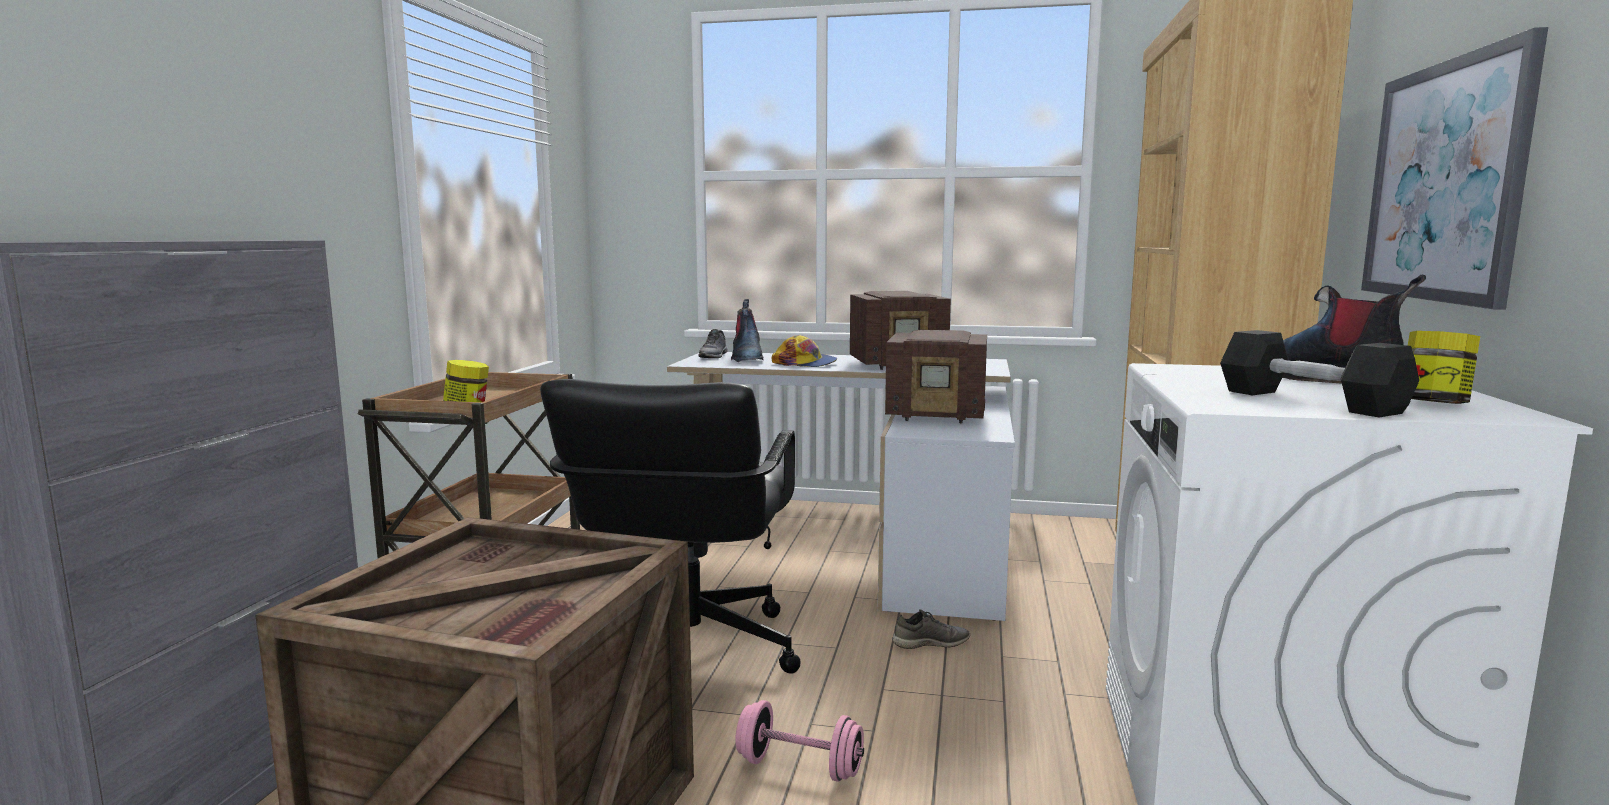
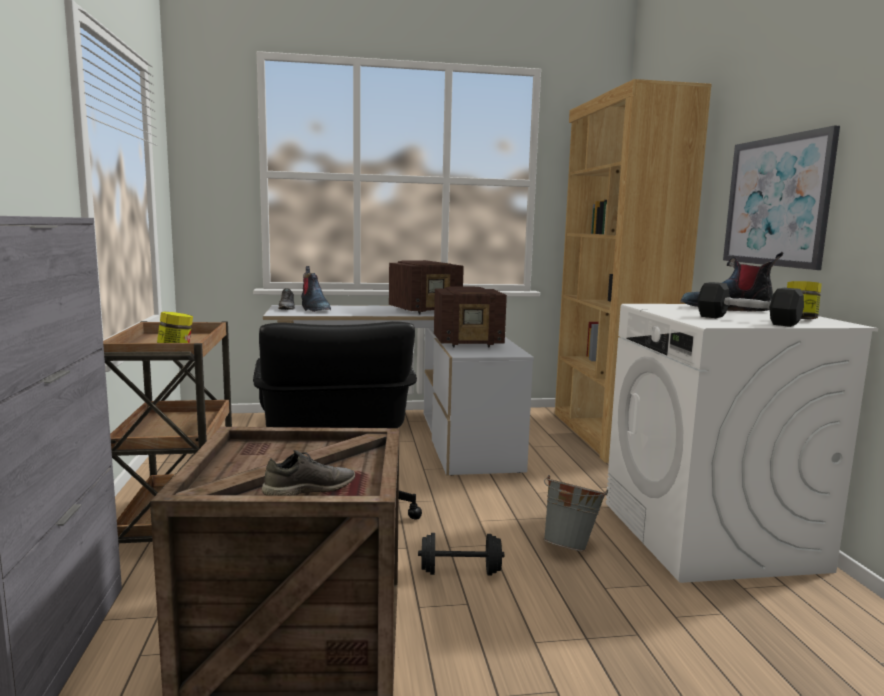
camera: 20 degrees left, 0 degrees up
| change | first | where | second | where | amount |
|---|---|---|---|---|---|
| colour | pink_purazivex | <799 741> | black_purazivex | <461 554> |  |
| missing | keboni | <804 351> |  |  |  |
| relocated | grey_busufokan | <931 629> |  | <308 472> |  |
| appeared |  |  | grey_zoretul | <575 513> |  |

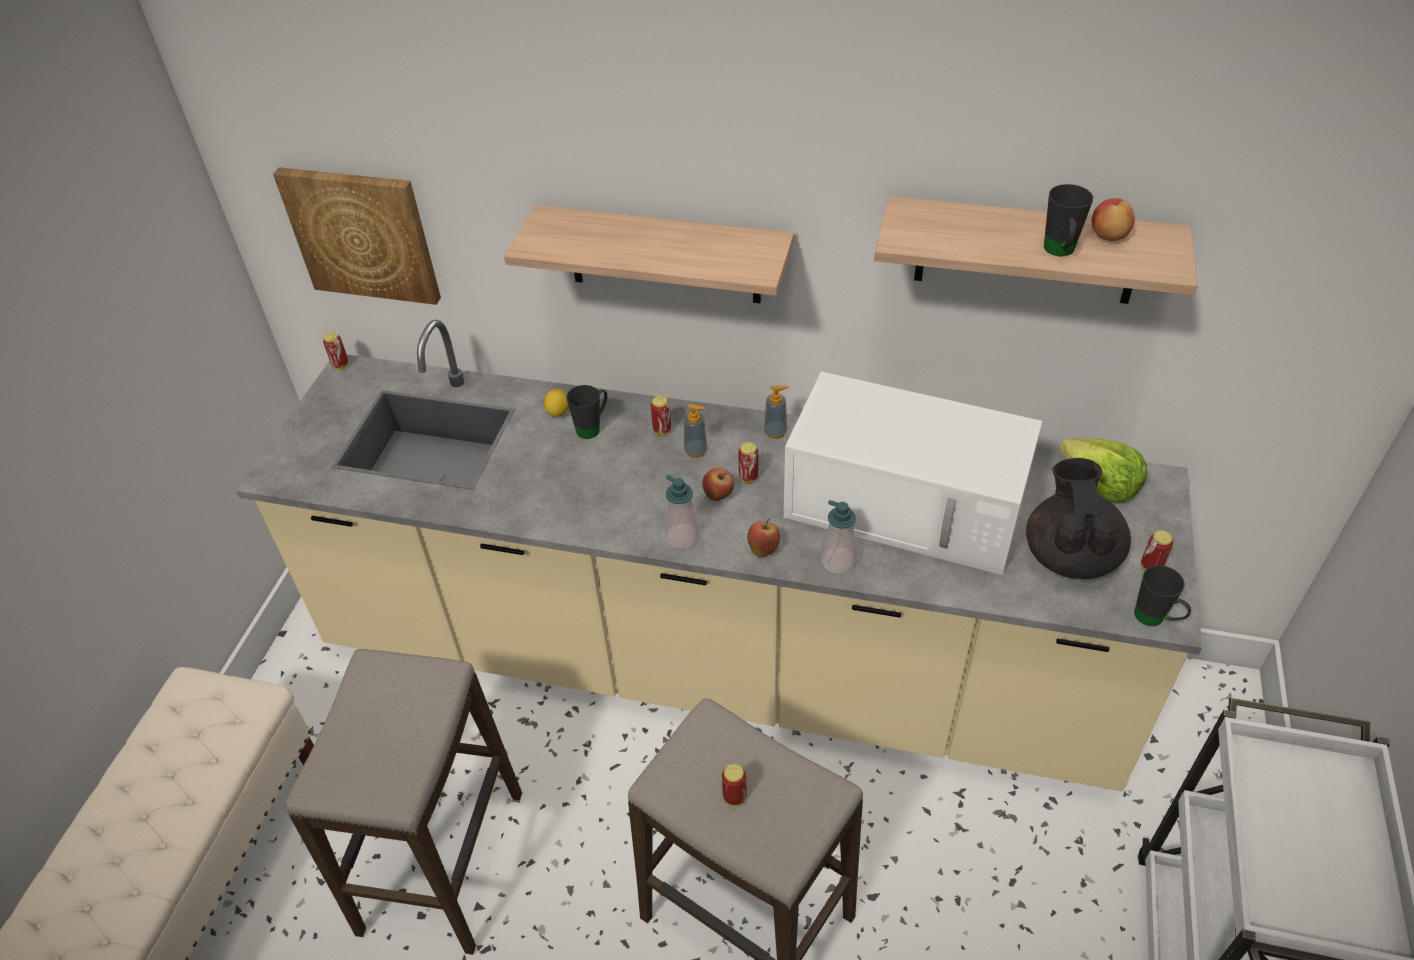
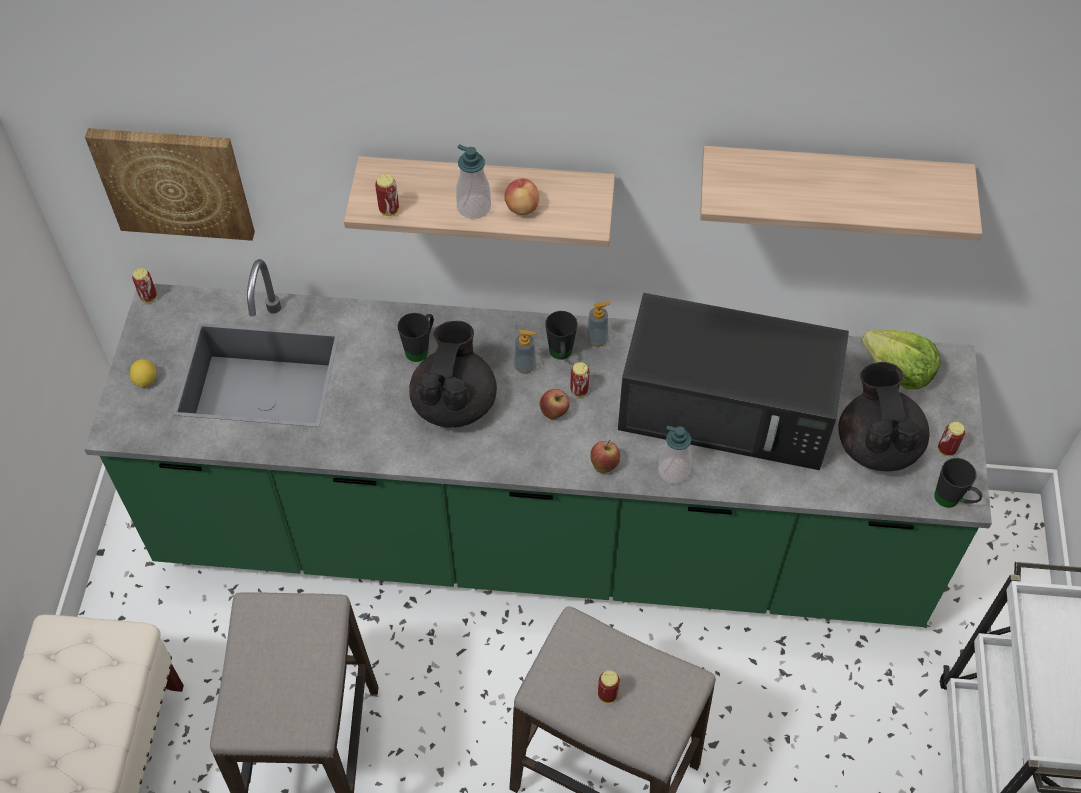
camera: 10 degrees left, 10 degrees up
| change | first | where | second | where | amount |
|---|---|---|---|---|---|
| colour | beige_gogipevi | <719 555> | green_gogipevi | <538 443> |  |
| relocated | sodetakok | <556 403> |  | <143 373> |  |
| relocated | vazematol | <661 415> |  | <387 195> |  |
| relocated | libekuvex | <682 512> |  | <473 181> |  |
| colour | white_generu | <913 473> | black_generu | <733 381> |  |
| relocated | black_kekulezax | <1068 220> |  | <561 335> |  |
| relocated | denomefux | <1113 219> |  | <521 196> |  |
| appeared |  |  | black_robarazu | <453 374> |  |

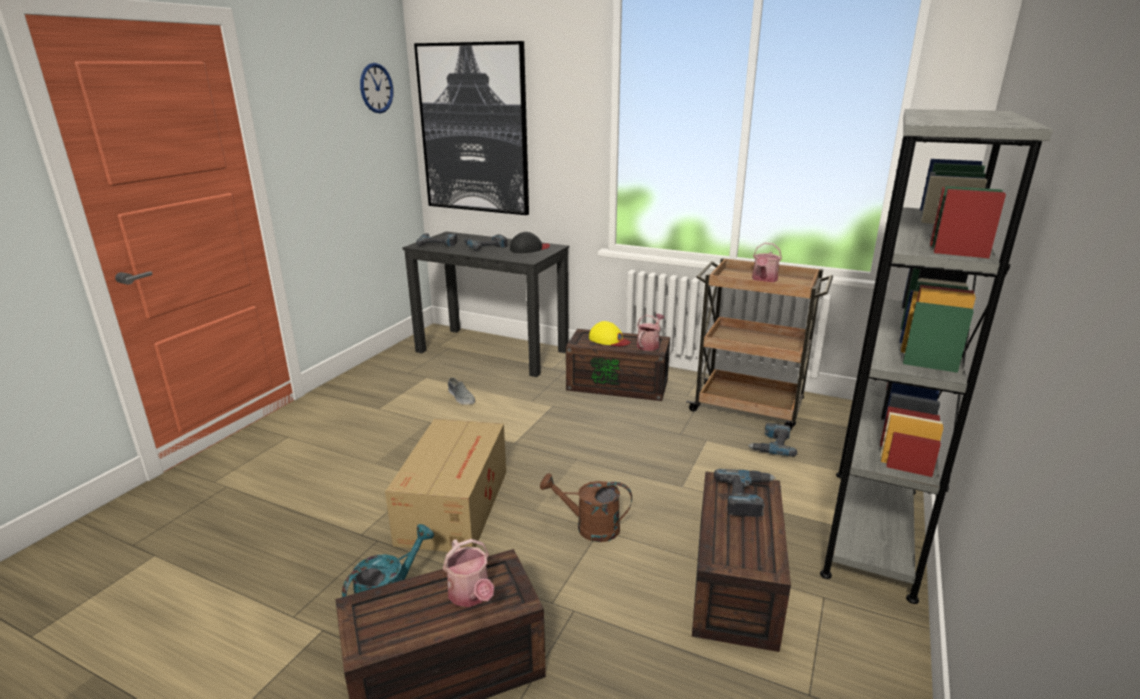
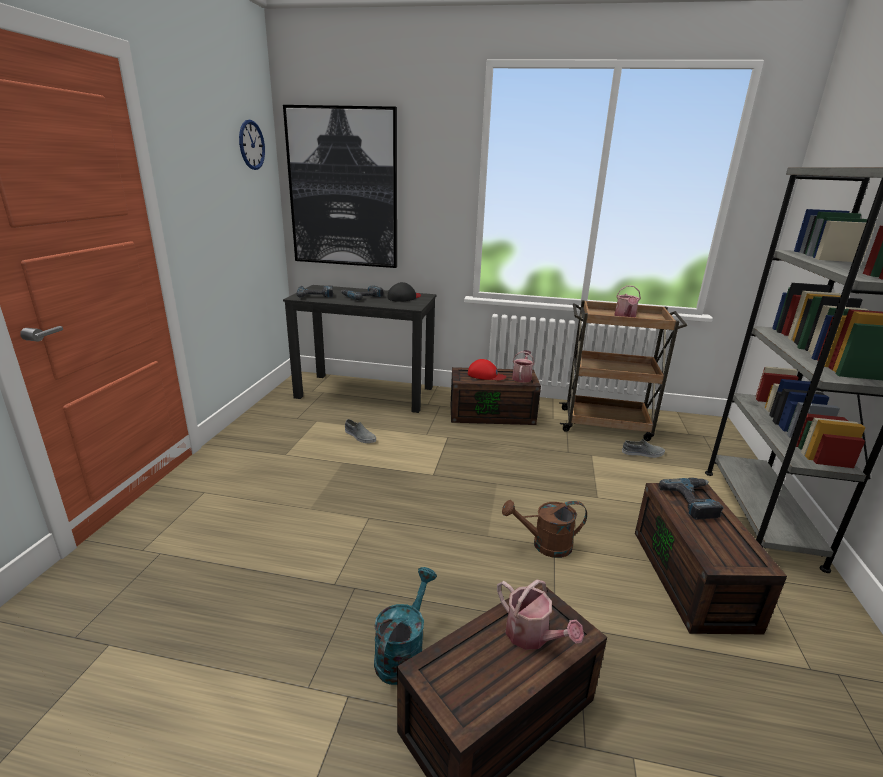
camera: 15 degrees left, 0 degrees up
| change | first | where | second | where | amount |
|---|---|---|---|---|---|
| missing | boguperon | <445 485> |  |  |  |
| colour | yellow_keboni | <610 333> | red_keboni | <487 369> |  |
| exchanged | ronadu | <772 440> | grey_busufokan | <643 448> |  |

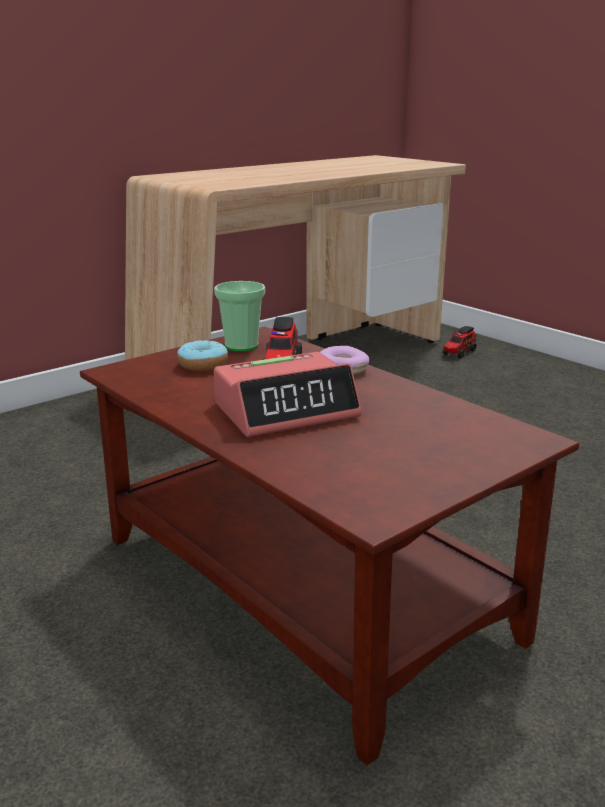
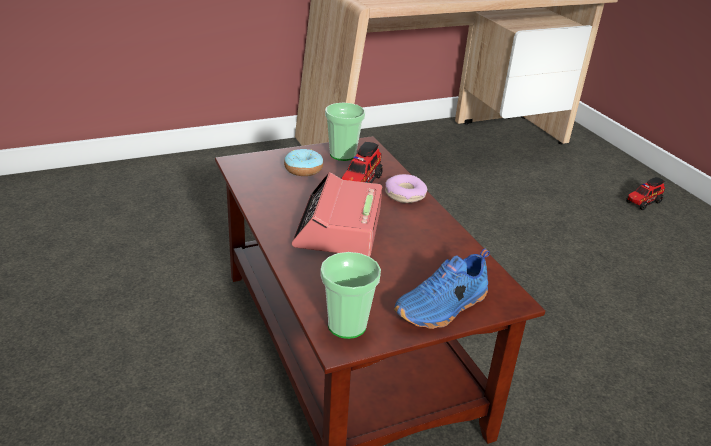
camera: 15 degrees right, 10 degrees up
| change | first | where | second | where | amount |
|---|---|---|---|---|---|
| spun | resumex | <288 394> |  | <337 214> | 105 degrees clockwise |
| relocated | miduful | <460 342> |  | <645 193> |  |
| appeared |  |  | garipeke | <350 295> |  |
| appeared |  |  | blue_busufokan | <442 289> |  |

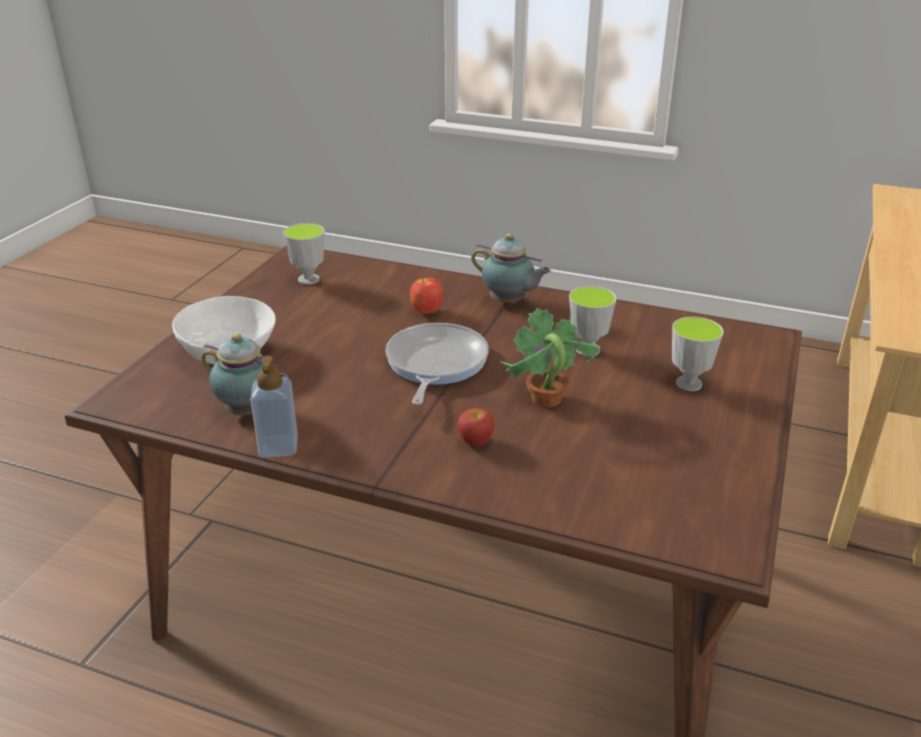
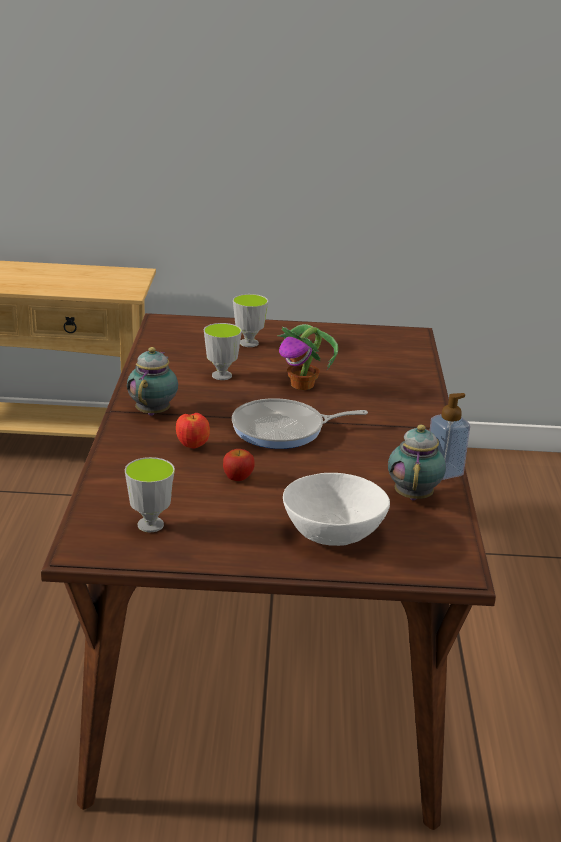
camera: 110 degrees left, 5 degrees down
| change | first | where | second | where | amount |
|---|---|---|---|---|---|
| relocated | denomefux | <476 427> |  | <239 465> |  |

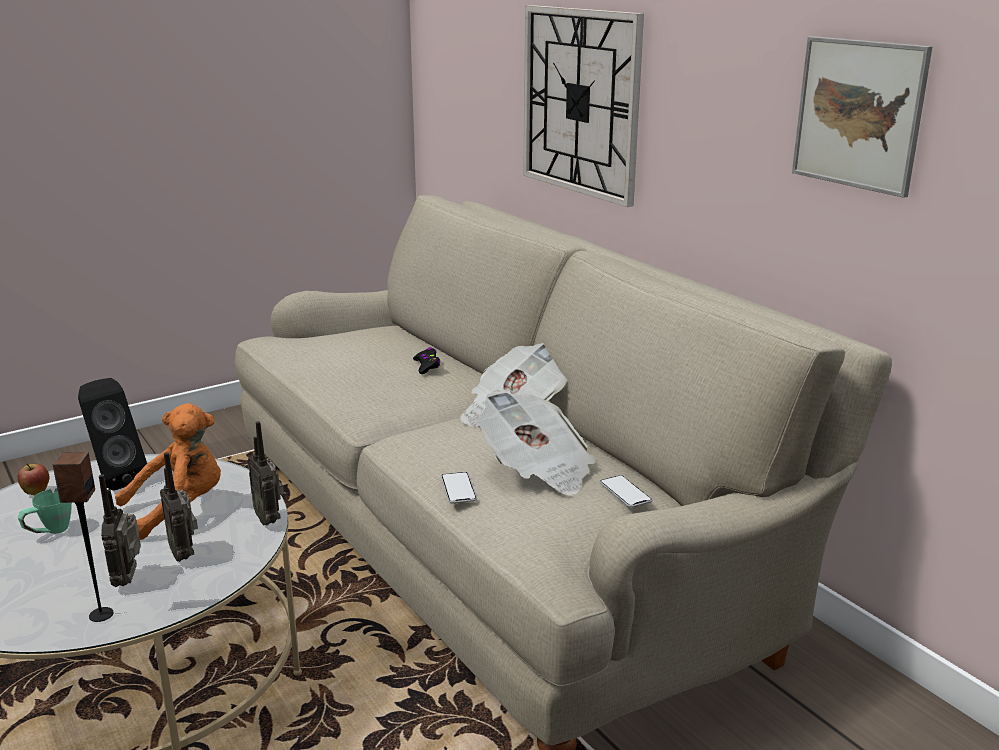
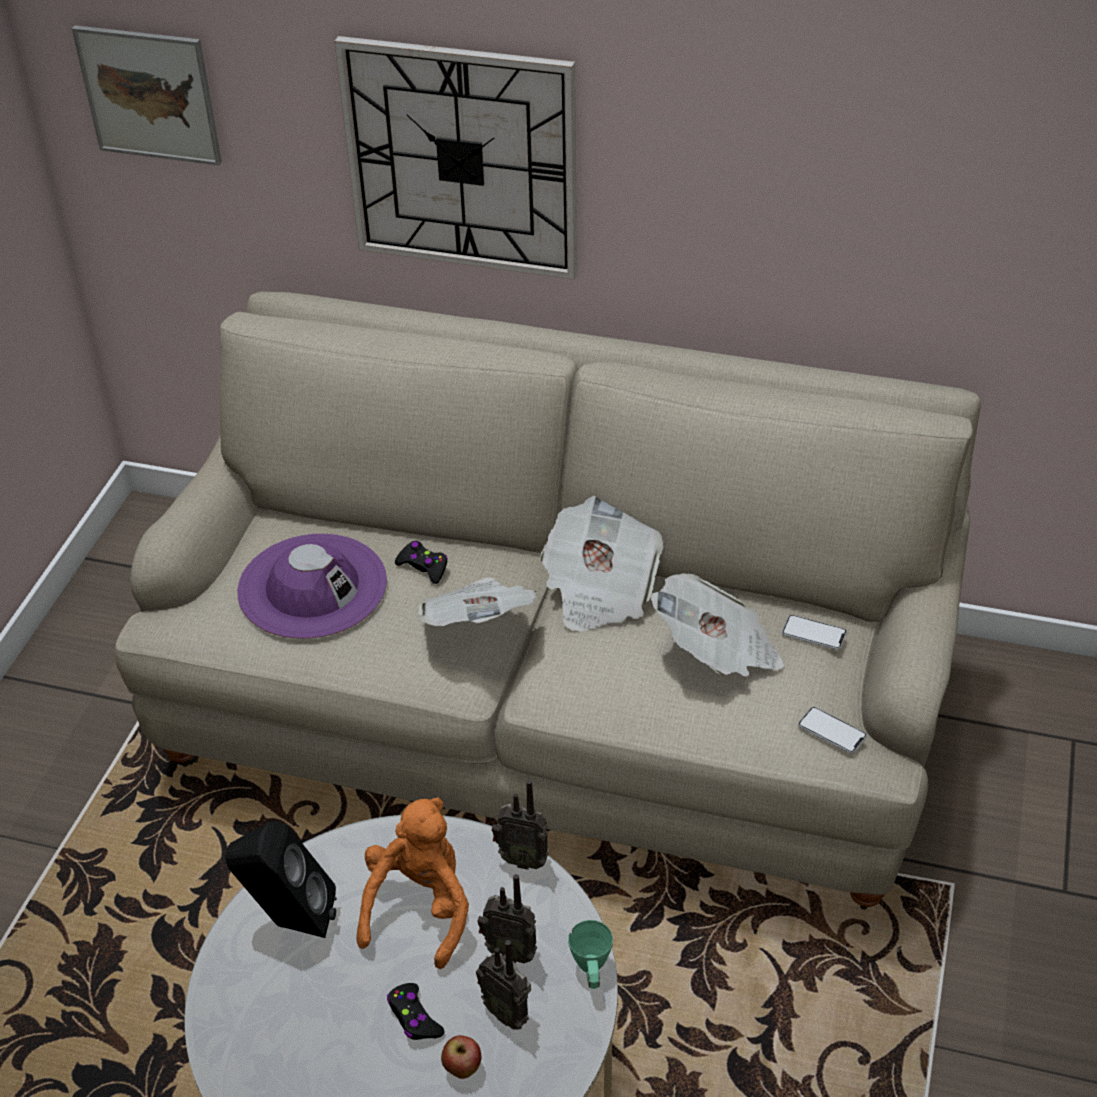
camera: 40 degrees left, 20 degrees up
| change | first | where | second | where | amount |
|---|---|---|---|---|---|
| relocated | denomefux | <33 479> |  | <461 1057> |  |
| relocated | green_kekulezax | <45 511> |  | <590 954> |  |
| missing | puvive | <82 537> |  |  |  |
| relocated | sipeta | <459 487> |  | <832 730> |  |
| relocated | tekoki | <862 117> |  | <147 95> |  |
| appeared |  |  | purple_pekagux | <312 586> |  |
| appeared |  |  | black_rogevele | <415 1011> |  |
| appeared |  |  | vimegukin | <477 601> |  |

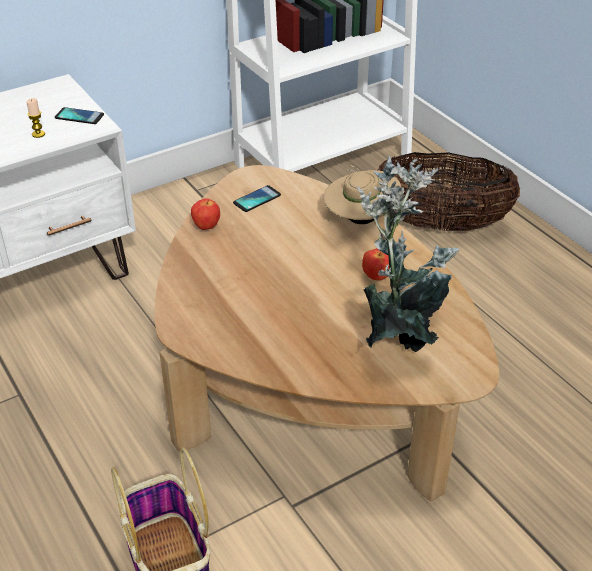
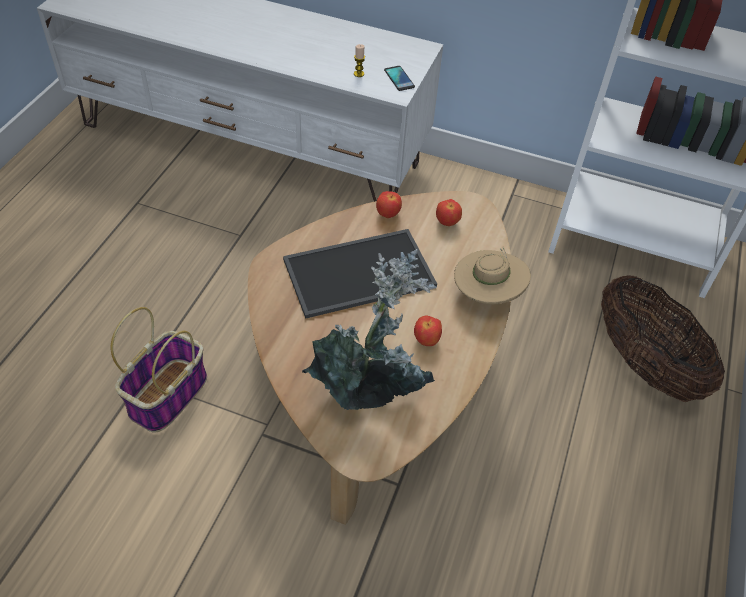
camera: 50 degrees right, 10 degrees up
| change | first | where | second | where | amount |
|---|---|---|---|---|---|
| exchanged | sipeta | <257 198> | denomefux | <449 212> |  |
| appeared |  |  | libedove | <360 274> |  |

